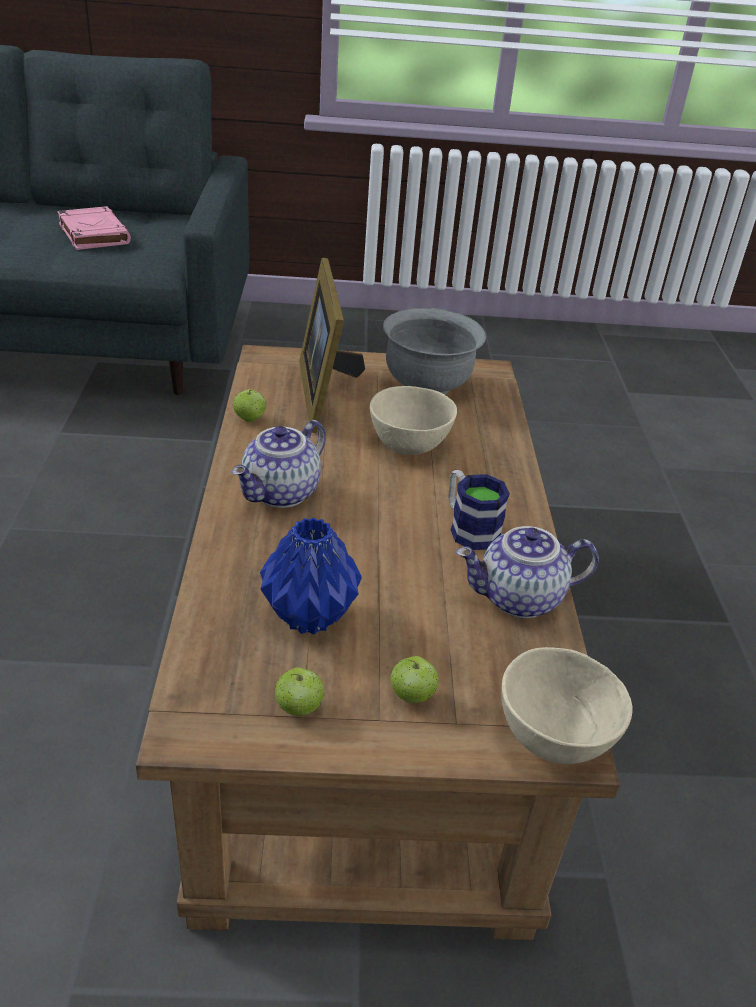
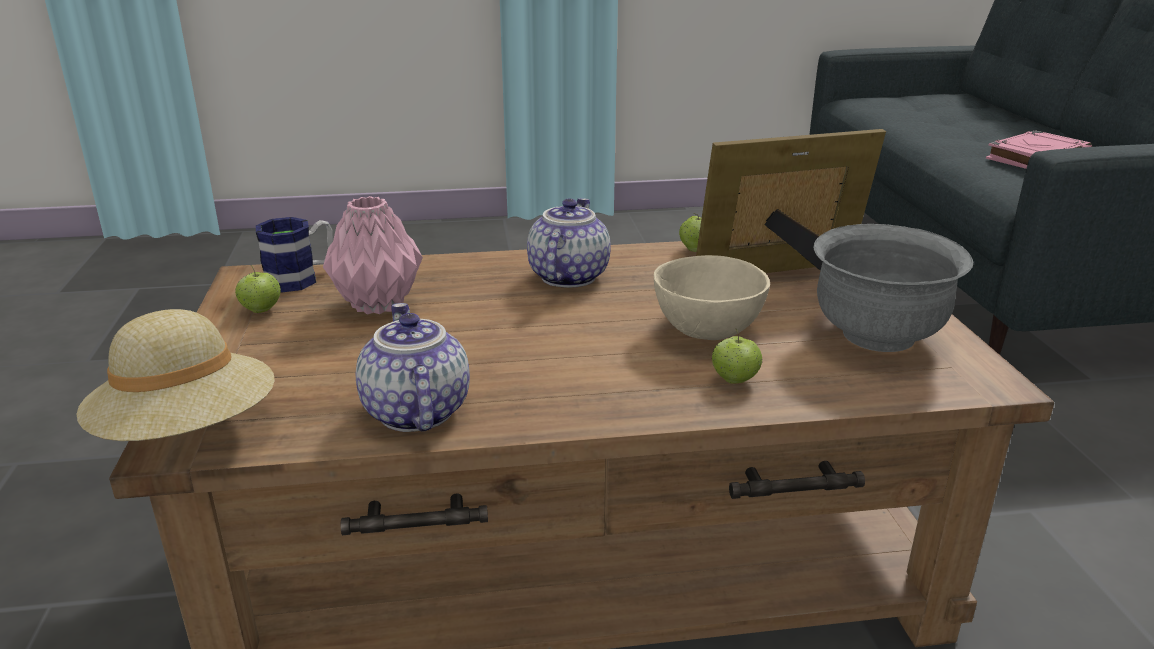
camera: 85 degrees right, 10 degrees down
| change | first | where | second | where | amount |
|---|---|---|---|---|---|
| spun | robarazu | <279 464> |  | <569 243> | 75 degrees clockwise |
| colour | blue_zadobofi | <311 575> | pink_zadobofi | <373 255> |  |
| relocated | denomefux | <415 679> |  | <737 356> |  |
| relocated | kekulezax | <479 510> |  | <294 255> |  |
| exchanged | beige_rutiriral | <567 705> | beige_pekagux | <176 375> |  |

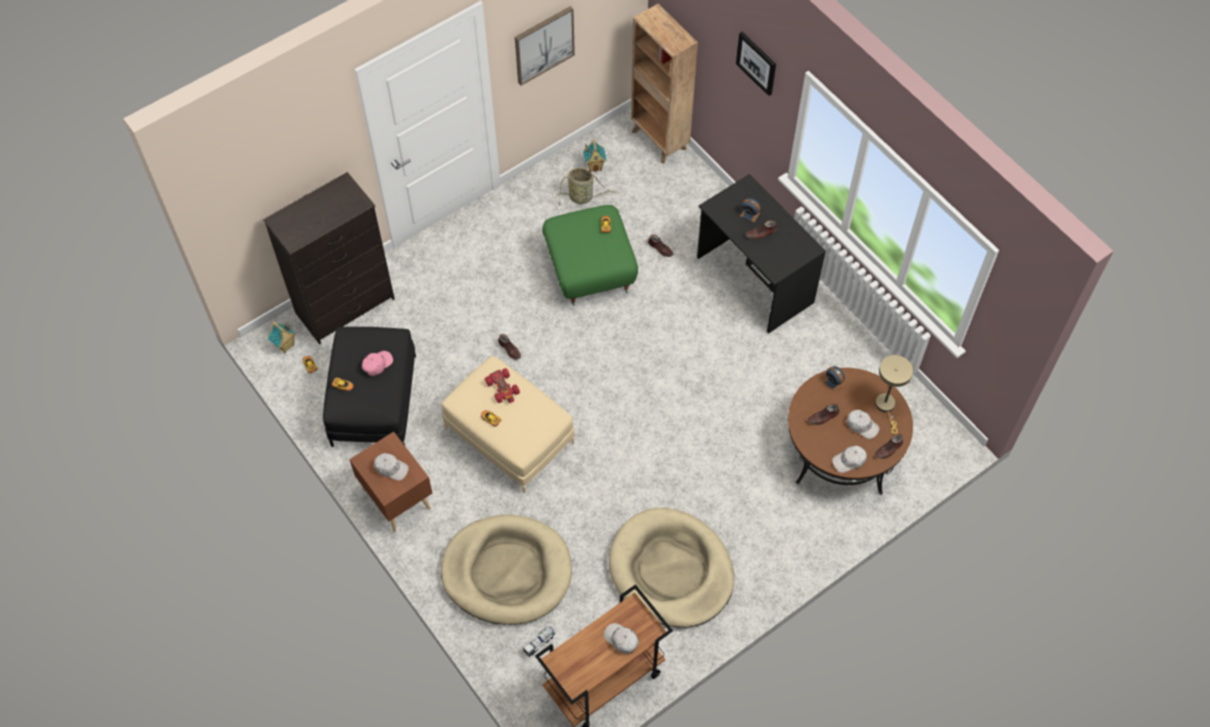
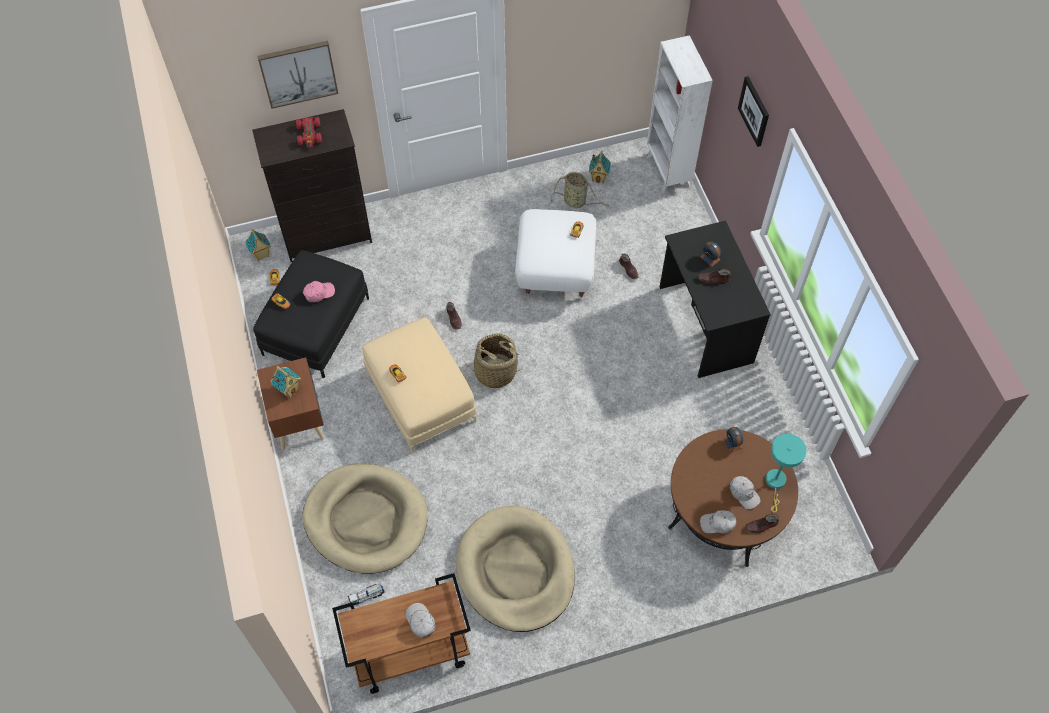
camera: 20 degrees right, 0 degrees up
| change | first | where | second | where | amount |
|---|---|---|---|---|---|
| exchanged | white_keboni | <391 467> | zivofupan | <285 382> |  |
| relocated | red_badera | <502 385> |  | <309 132> |  |
| relocated | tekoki | <545 46> |  | <297 75> |  |
| colour | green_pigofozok | <590 255> | white_pigofozok | <555 254> |  |
| colour | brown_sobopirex | <664 83> | white_sobopirex | <679 114> |  |
| missing | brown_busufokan | <823 414> |  |  |  |
| colour | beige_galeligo | <894 394> | turquoise_galeligo | <786 473> |  |
| appeared |  |  | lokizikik | <493 360> |  |

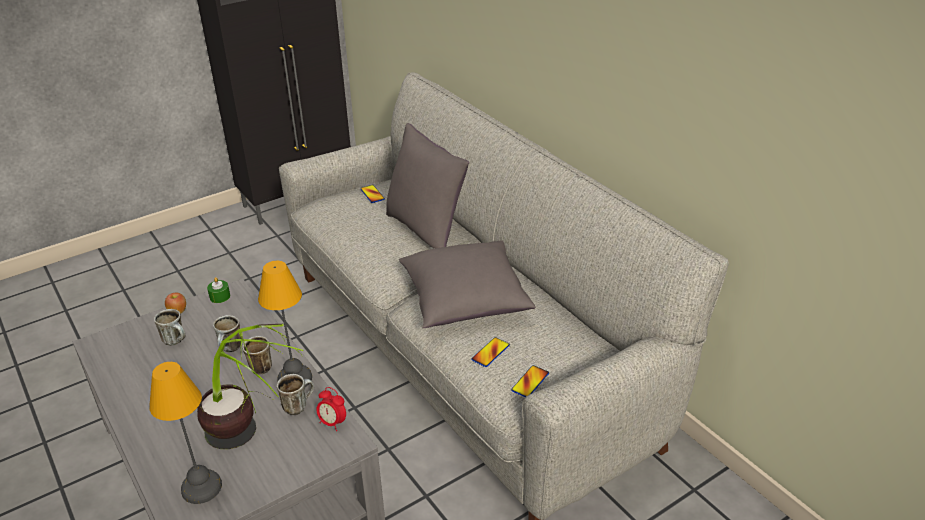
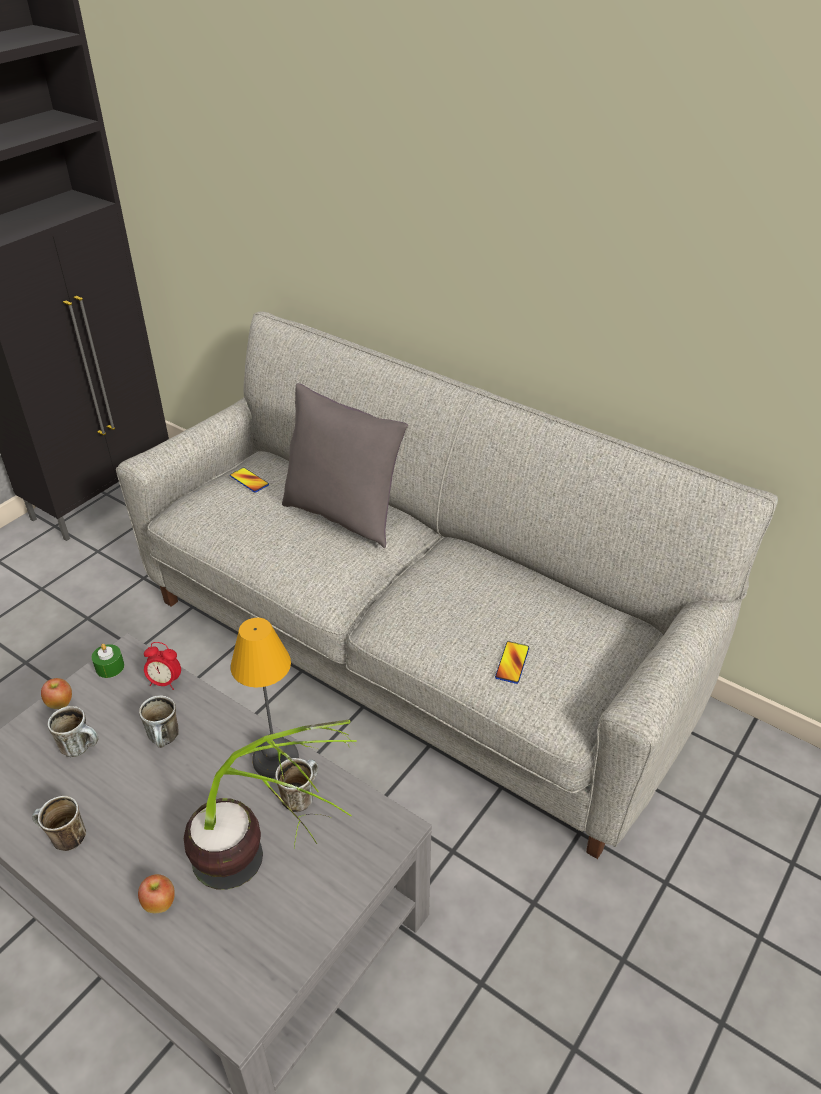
camera: 20 degrees left, 5 degrees up
| change | first | where | second | where | amount |
|---|---|---|---|---|---|
| missing | galeligo | <185 433> |  |  |  |
| relocated | kekulezax | <256 355> |  | <59 823> |  |
| relocated | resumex | <331 409> |  | <162 666> |  |
| missing | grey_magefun | <467 284> |  |  |  |
| missing | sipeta | <530 381> |  |  |  |
| appeared |  |  | denomefux | <156 893> |  |

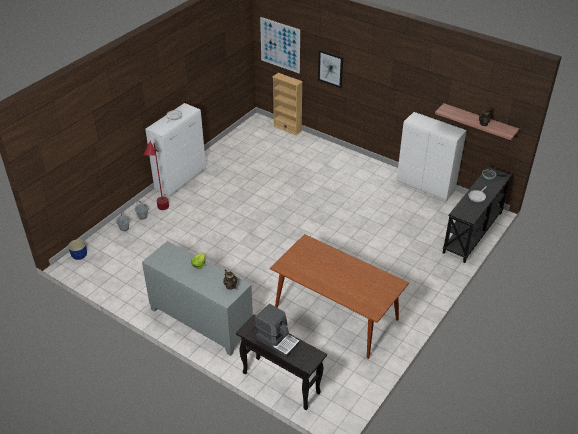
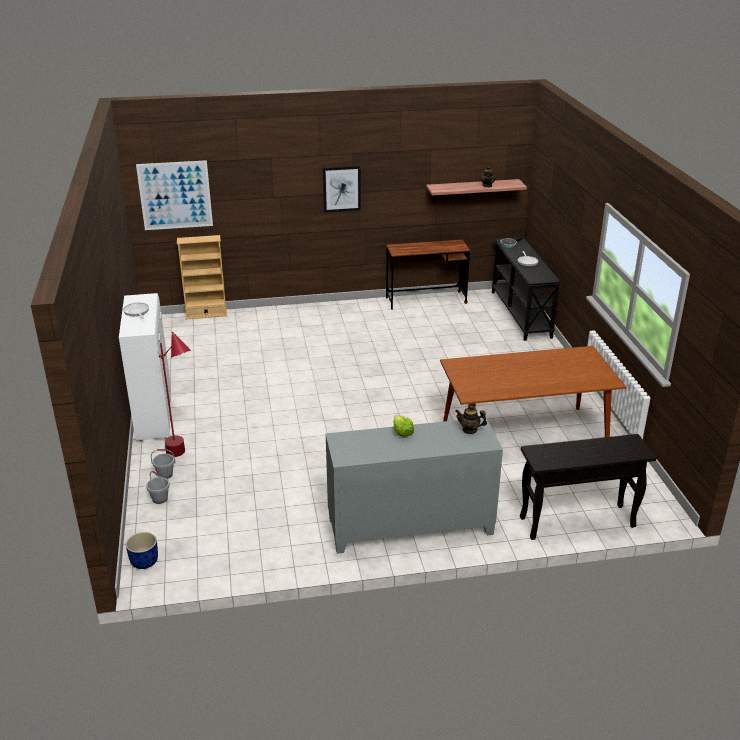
camera: 45 degrees left, 10 degrees down
| change | first | where | second | where | amount |
|---|---|---|---|---|---|
| missing | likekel | <277 330> |  |  |  |
| relocated | tekoki | <330 69> |  | <342 189> |  |
| exchanged | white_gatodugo | <432 156> | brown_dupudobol | <428 275> |  |

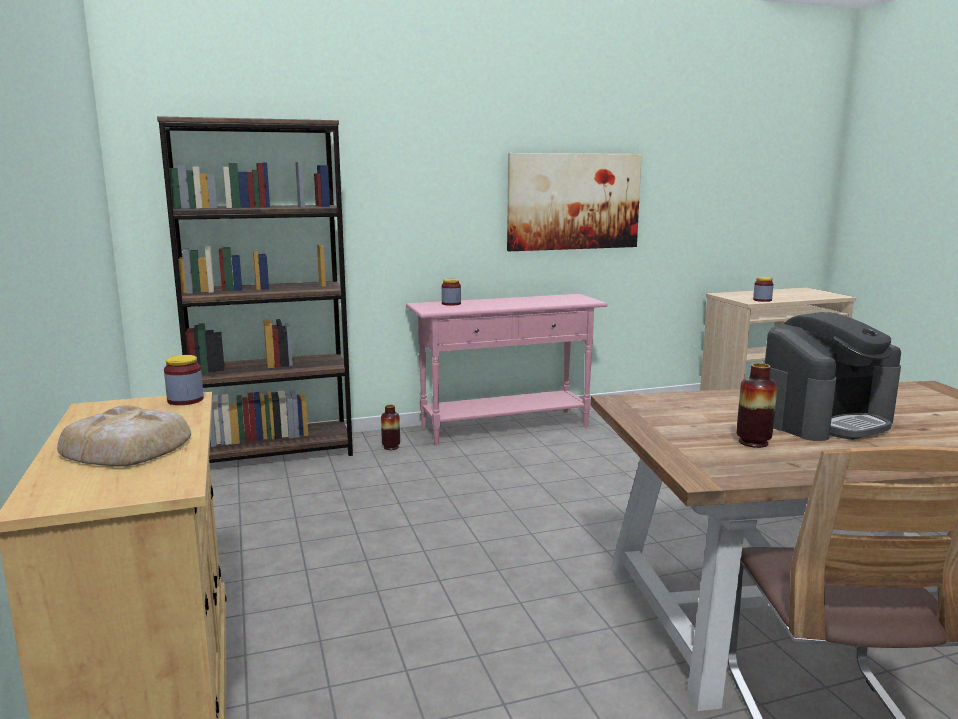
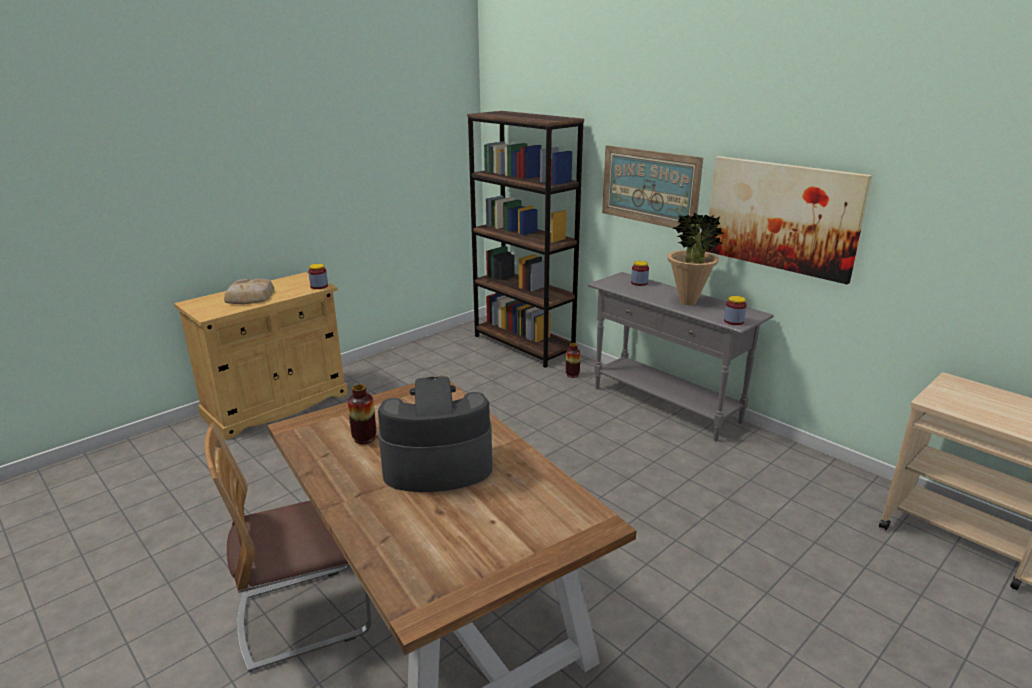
camera: 65 degrees right, 10 degrees up
| change | first | where | second | where | amount |
|---|---|---|---|---|---|
| colour | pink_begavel | <507 369> | grey_begavel | <681 356> |  |
| relocated | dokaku | <763 289> |  | <735 310> |  |
| spun | likekel | <832 376> |  | <435 434> | 135 degrees clockwise |
| appeared |  |  | tekoki | <652 186> |  |
| appeared |  |  | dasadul | <696 259> |  |

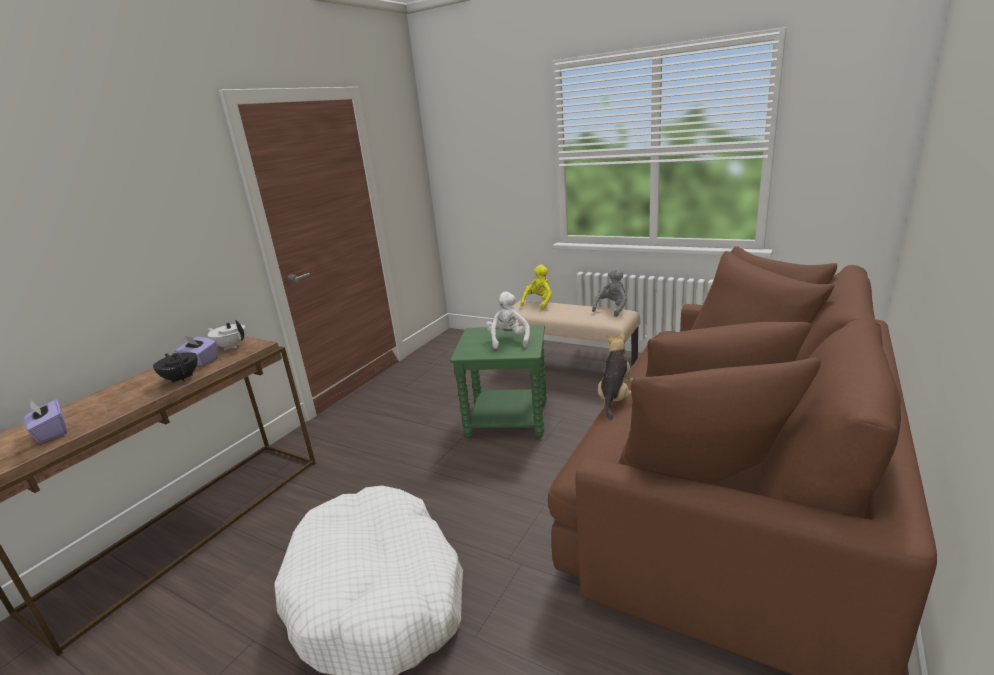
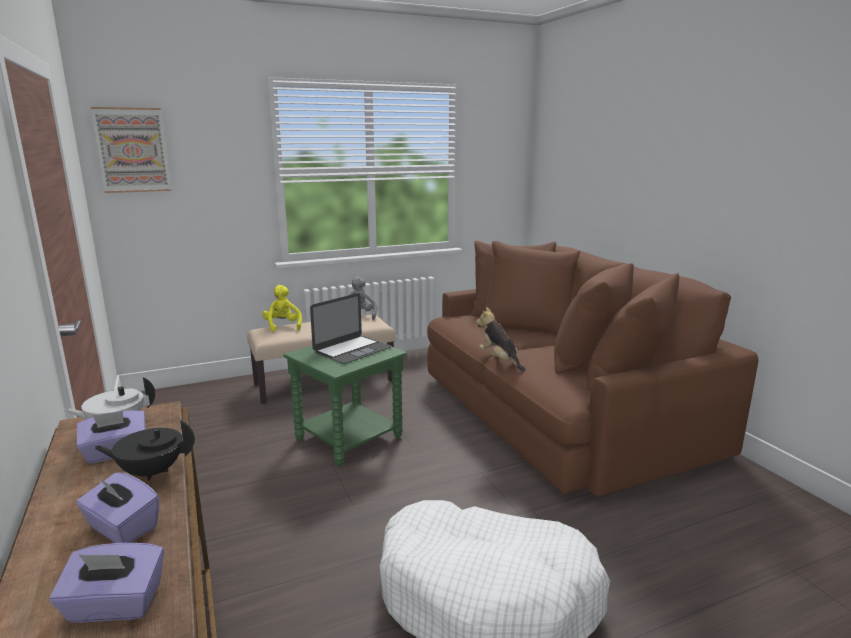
camera: 55 degrees left, 5 degrees down
| change | first | where | second | where | amount |
|---|---|---|---|---|---|
| exchanged | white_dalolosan | <508 320> | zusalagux | <351 328> |  |
| appeared |  |  | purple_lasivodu | <118 508> |  |
| appeared |  |  | tekoki | <131 150> |  |

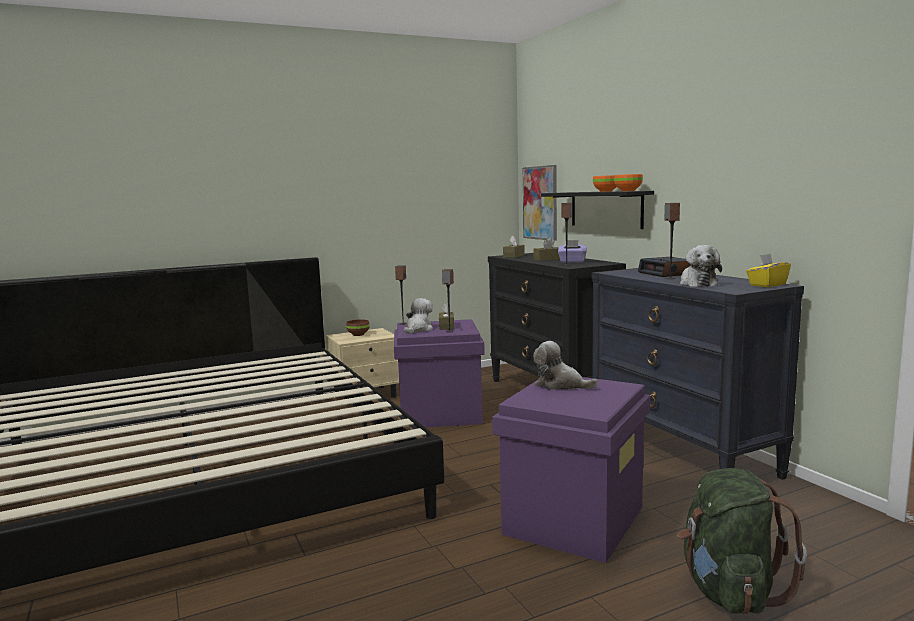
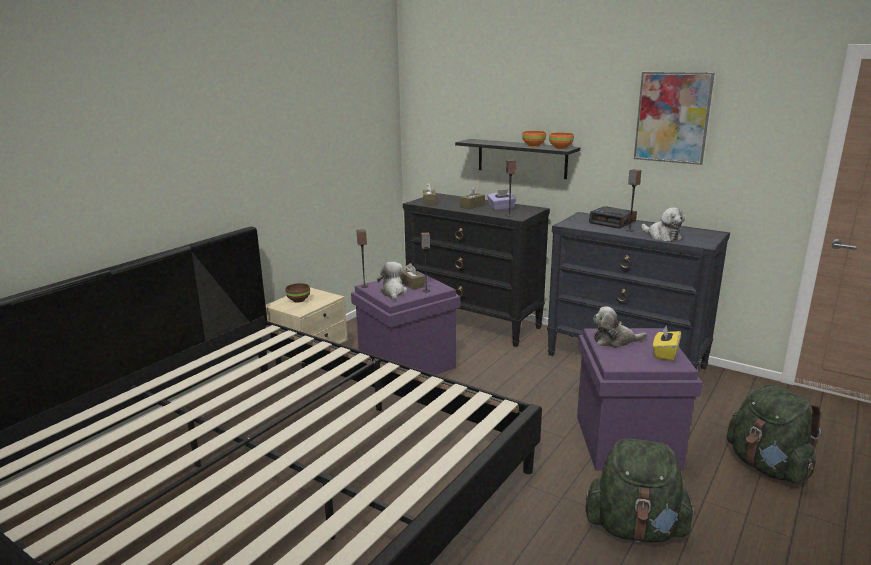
camera: 30 degrees left, 10 degrees up
| change | first | where | second | where | amount |
|---|---|---|---|---|---|
| relocated | tekoki | <540 203> |  | <674 118> |  |
| relocated | yellow_lasivodu | <768 270> |  | <667 343> |  |
| appeared |  |  | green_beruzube | <641 490> |  |

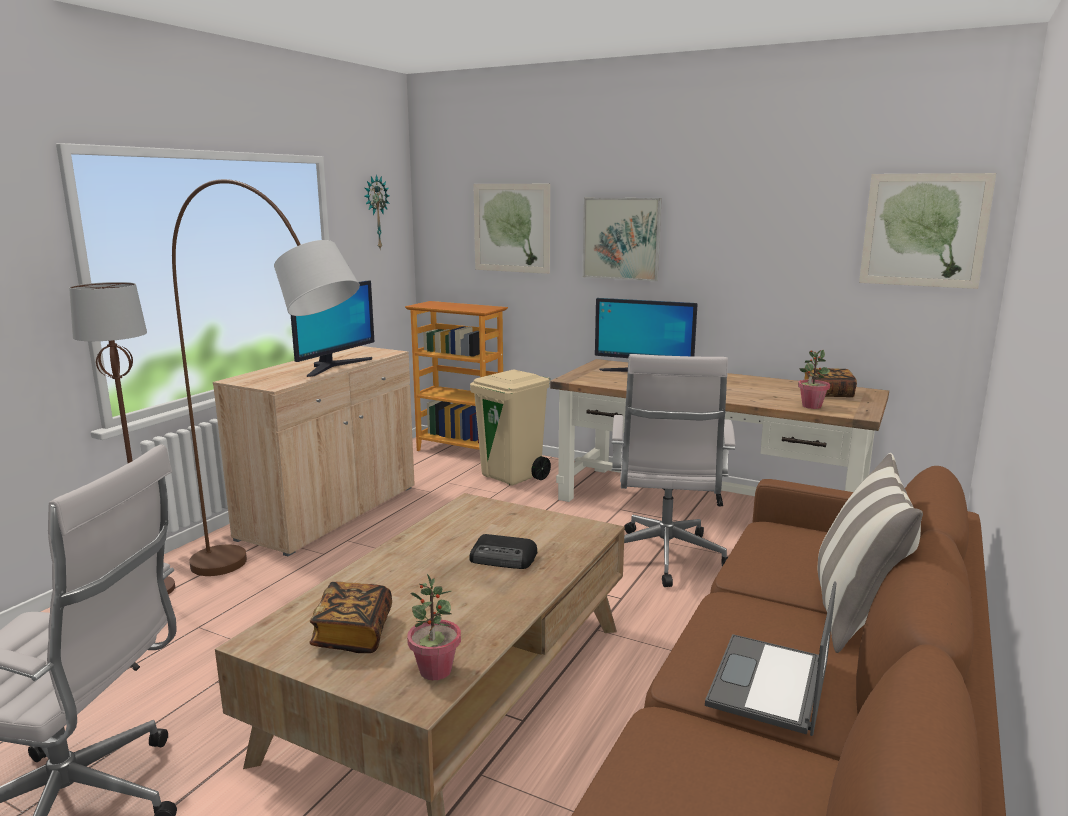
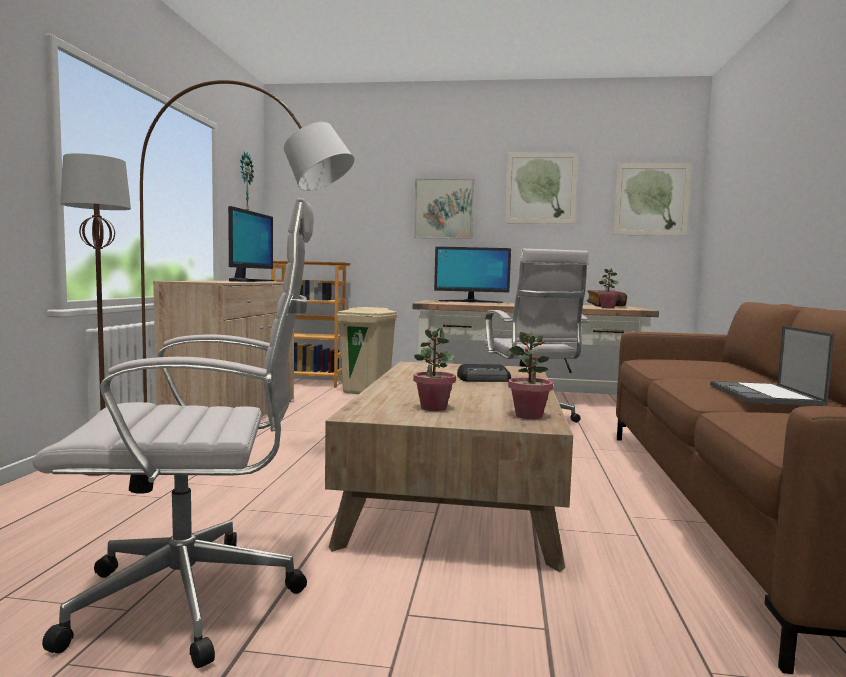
camera: 20 degrees left, 10 degrees down
| change | first | where | second | where | amount |
|---|---|---|---|---|---|
| exchanged | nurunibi | <350 617> | dasadul | <434 369> |  |
| relocated | tekoki | <511 229> |  | <541 188> |  |
| missing | magefun | <870 553> |  |  |  |

